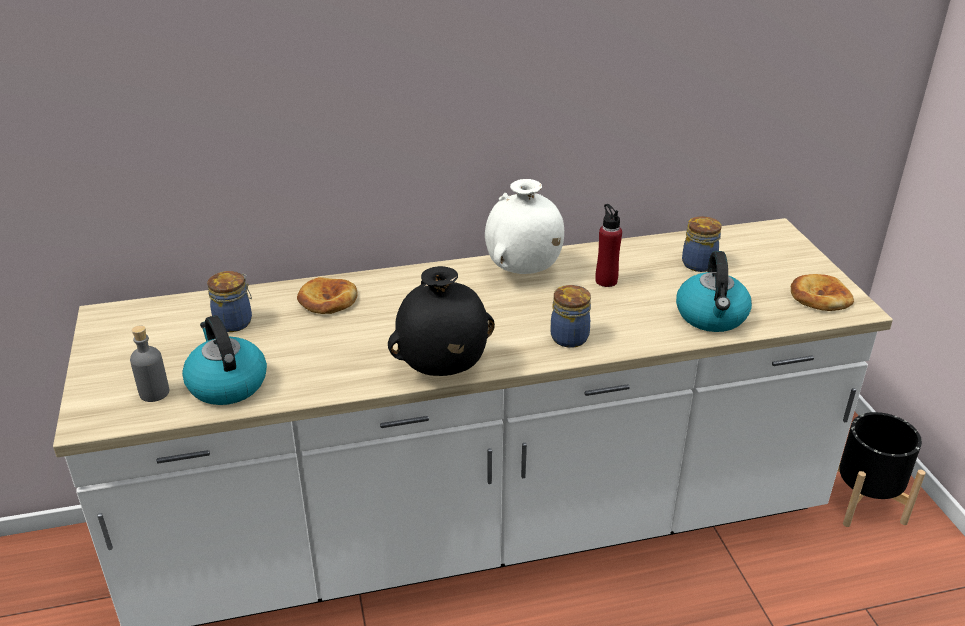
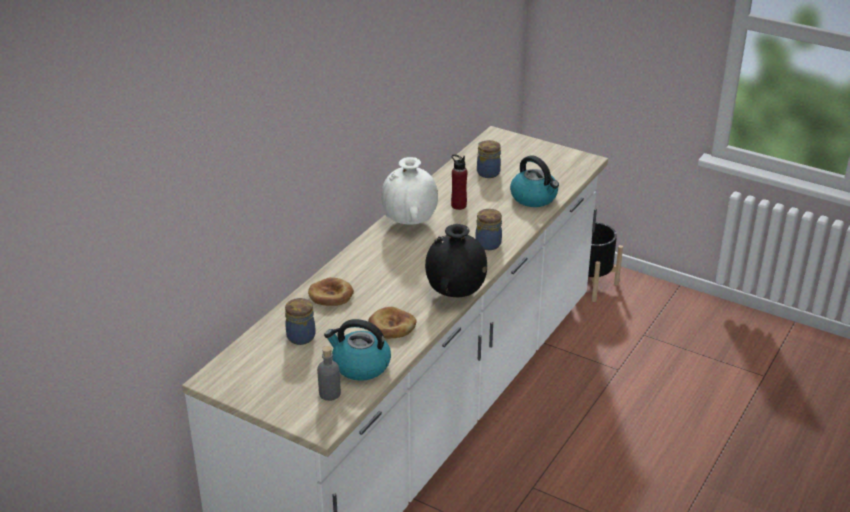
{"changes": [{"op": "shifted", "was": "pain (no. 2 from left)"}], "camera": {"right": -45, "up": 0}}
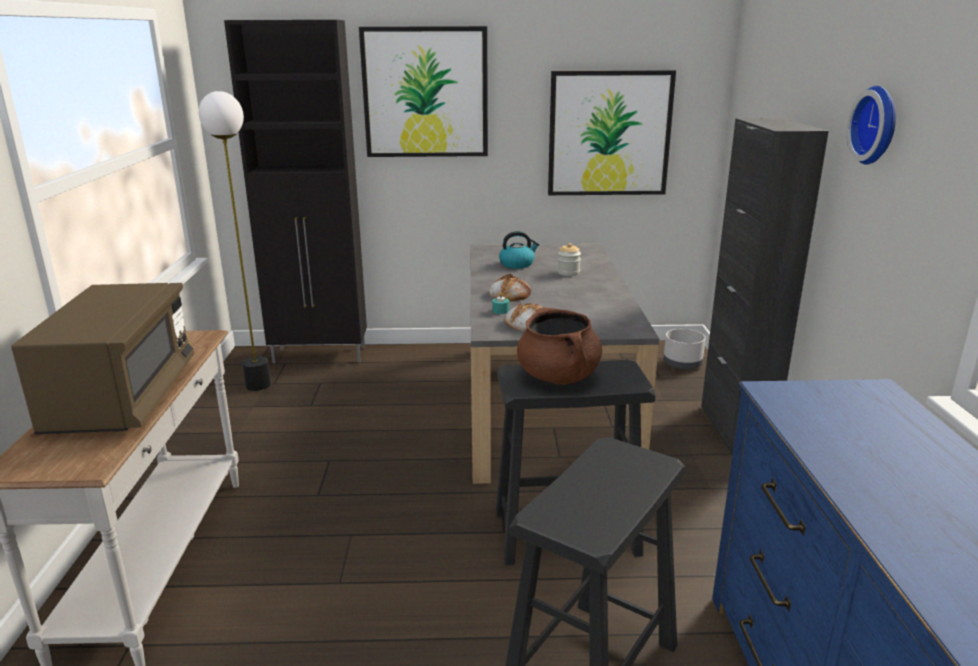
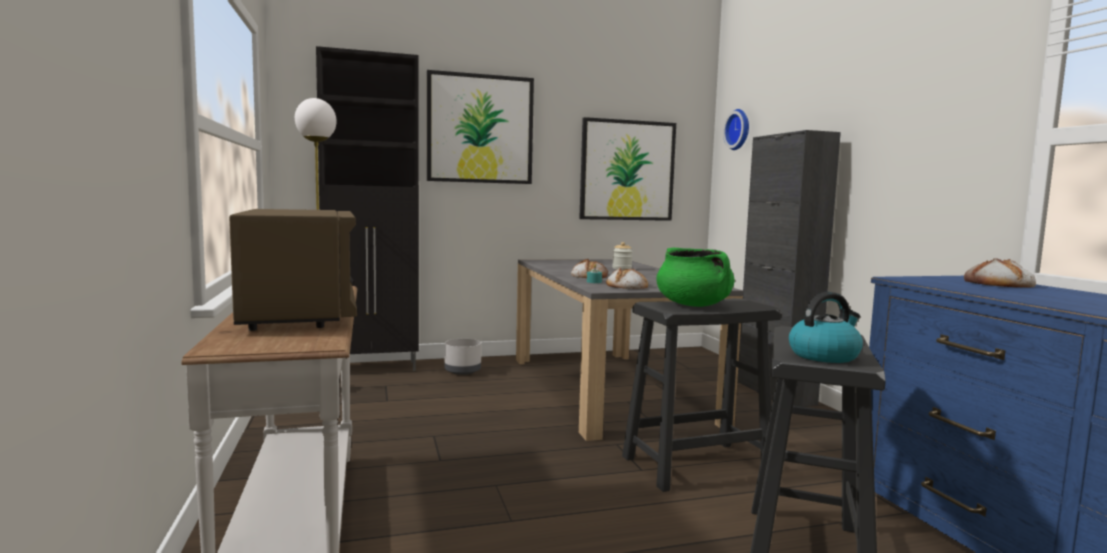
{"changes": [{"op": "shifted", "was": "cache-pot/gris"}, {"op": "repainted", "was": "marmite/marron", "now": "marmite/vert"}, {"op": "shifted", "was": "horloge murale"}, {"op": "shifted", "was": "bouilloire"}, {"op": "new", "now": "pain (no. 3 from left)"}], "camera": {"right": -15, "up": -15}}
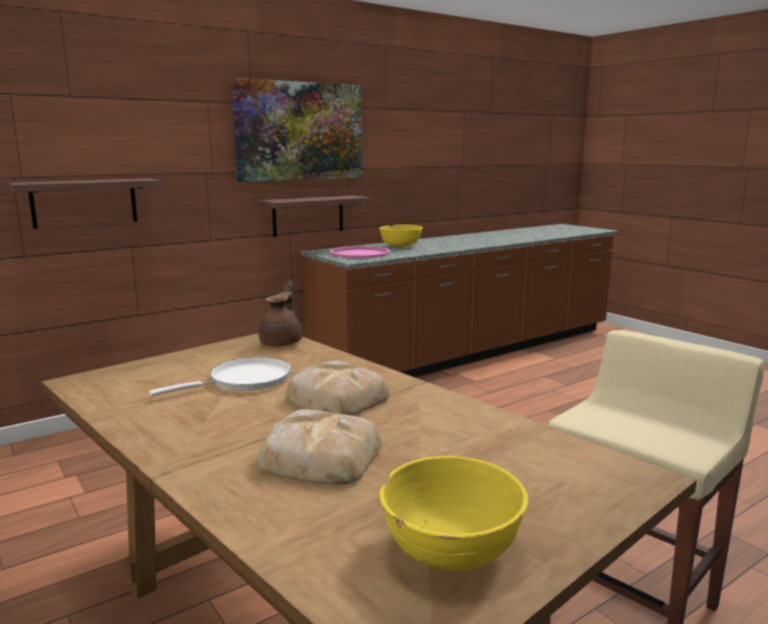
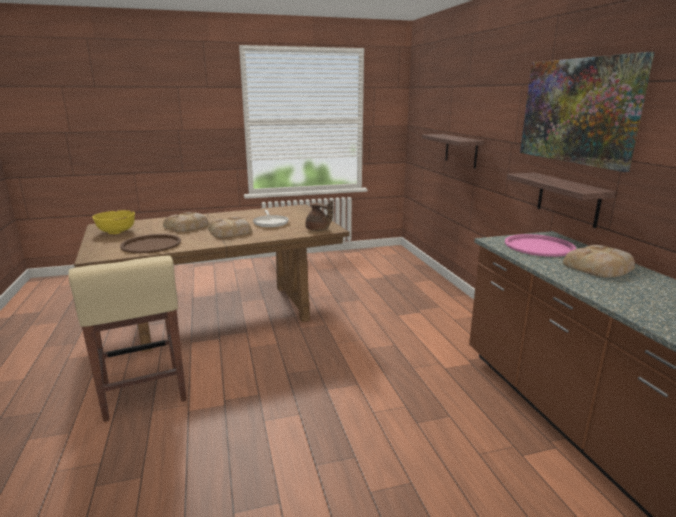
{"changes": [{"op": "new", "now": "plateau/marron"}, {"op": "swapped", "was": "bol/jaune (no. 1 from left)", "now": "pain (no. 3 from left)"}], "camera": {"right": 110, "up": 5}}
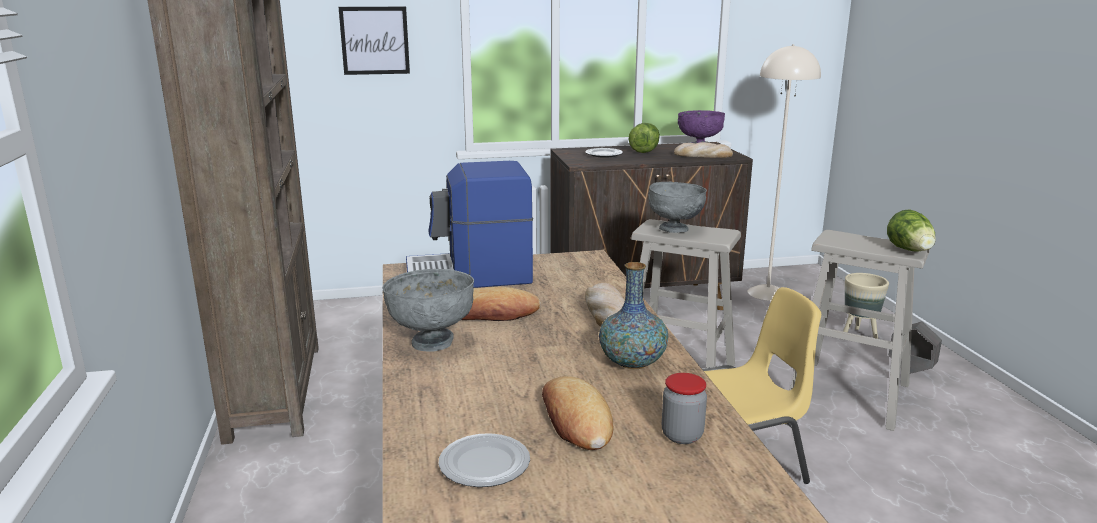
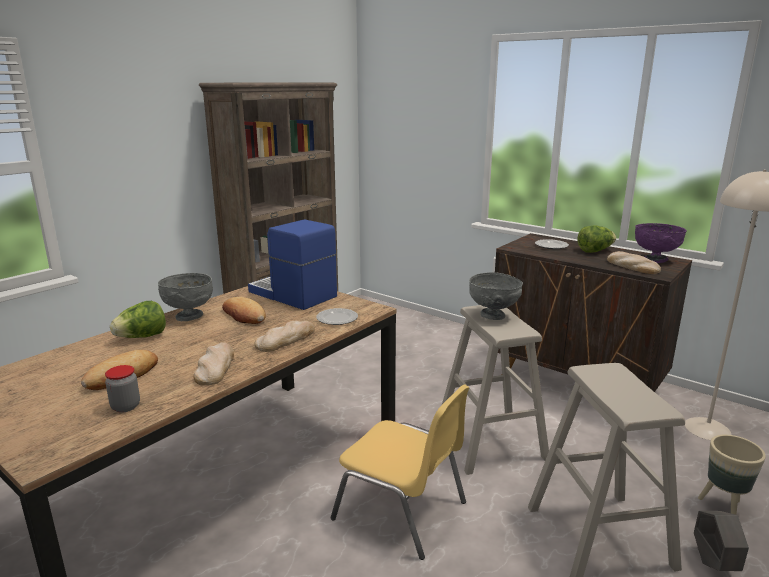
{"changes": [{"op": "shifted", "was": "laitue (no. 2 from left in the first image)", "now": "laitue (no. 1 from left)"}, {"op": "swapped", "was": "vase", "now": "pain (no. 2 from left)"}, {"op": "shifted", "was": "assiette (no. 1 from left)"}, {"op": "gone", "was": "tableau"}], "camera": {"right": 50, "up": 0}}
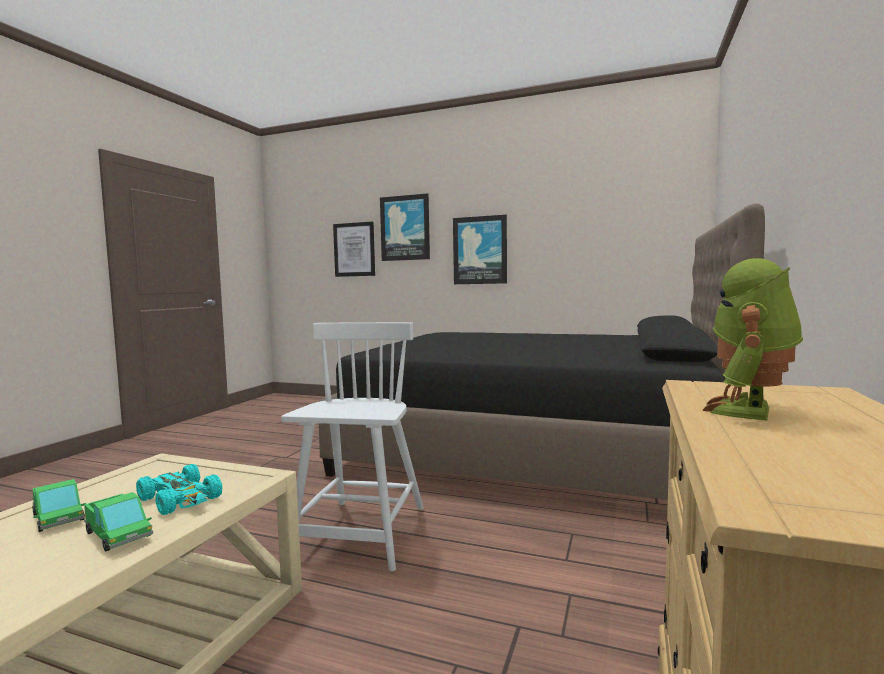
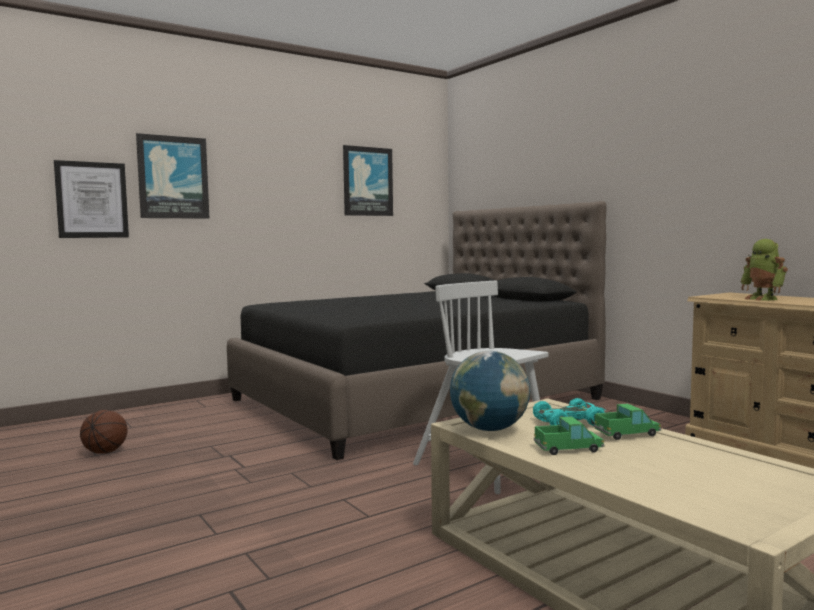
{"changes": [{"op": "new", "now": "ballon de basket"}, {"op": "shifted", "was": "tableau (no. 3 from left)"}, {"op": "new", "now": "globe"}], "camera": {"right": -55, "up": 0}}
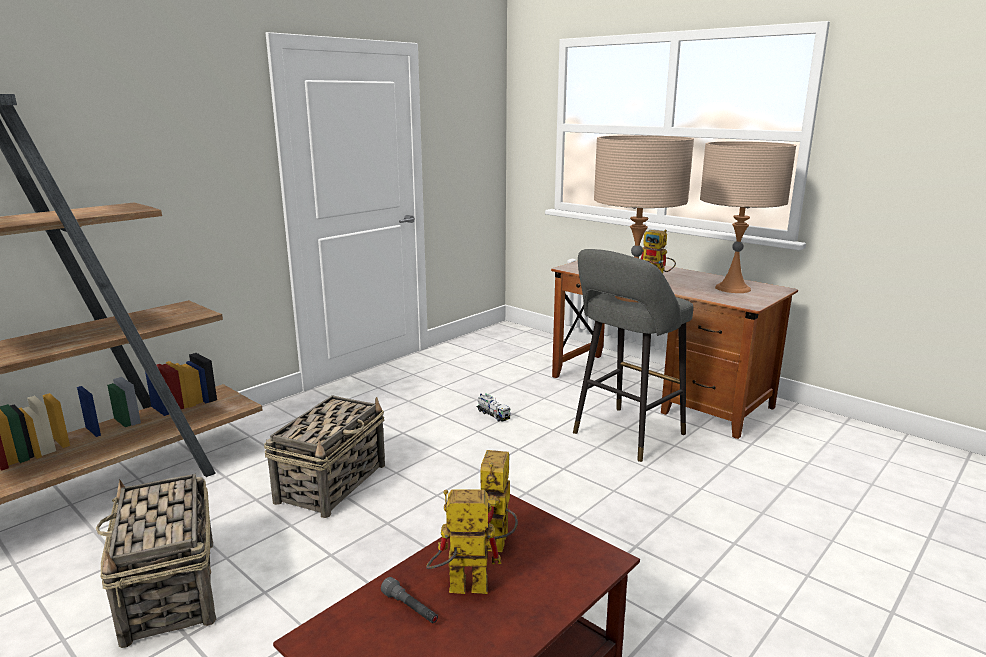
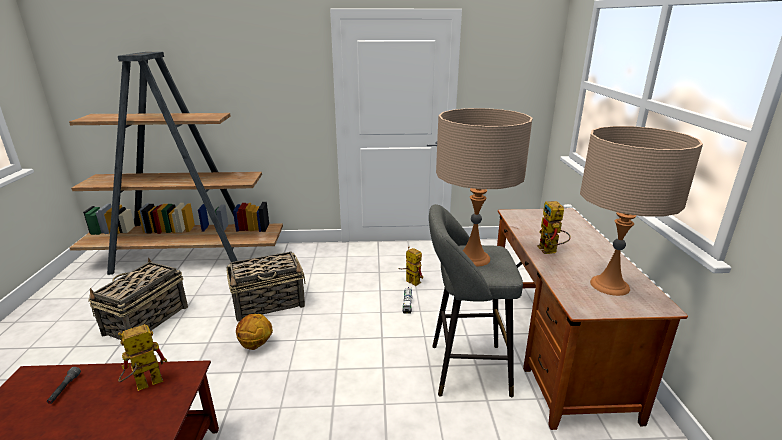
{"changes": [{"op": "new", "now": "ballon de basket"}, {"op": "shifted", "was": "robot jouet (no. 1 from left in the first image)", "now": "robot jouet (no. 2 from left)"}], "camera": {"right": 45, "up": 5}}
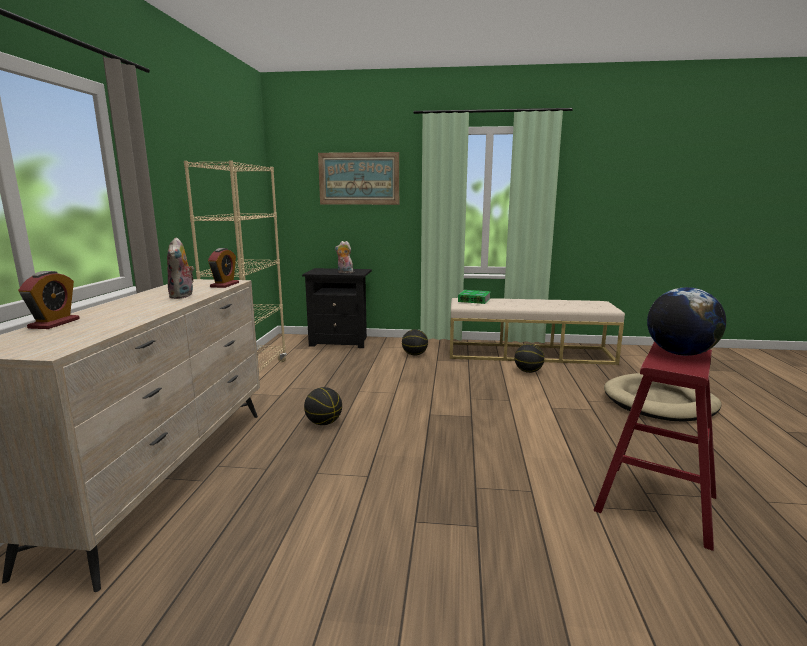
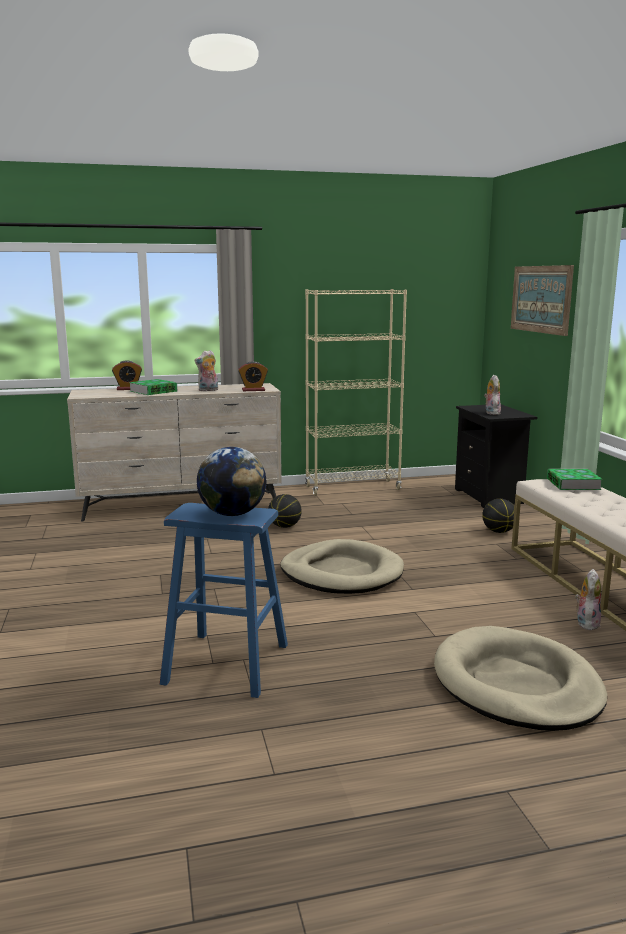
{"changes": [{"op": "new", "now": "livre (no. 1 from left)"}, {"op": "repainted", "was": "tabouret/rouge", "now": "tabouret/bleu"}, {"op": "new", "now": "panier pour chien/beige (no. 1 from left)"}, {"op": "new", "now": "peluche (no. 3 from left)"}, {"op": "gone", "was": "ballon de basket (no. 3 from left)"}], "camera": {"right": 70, "up": 0}}
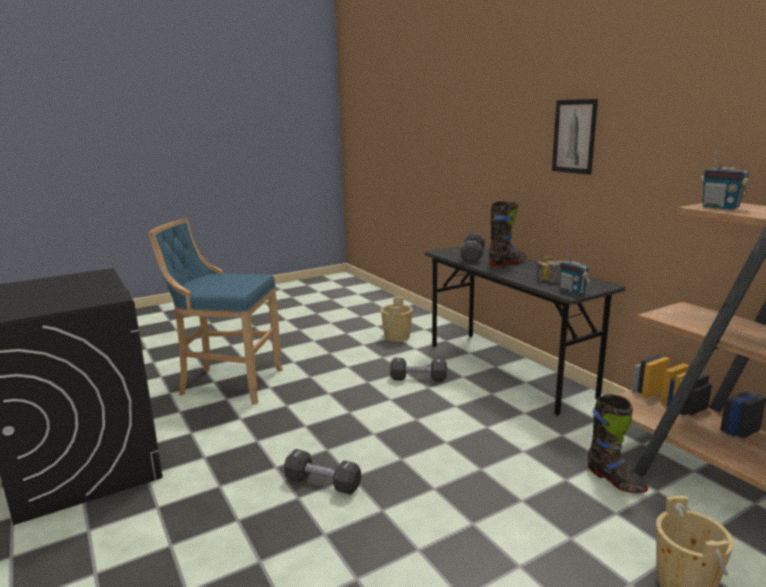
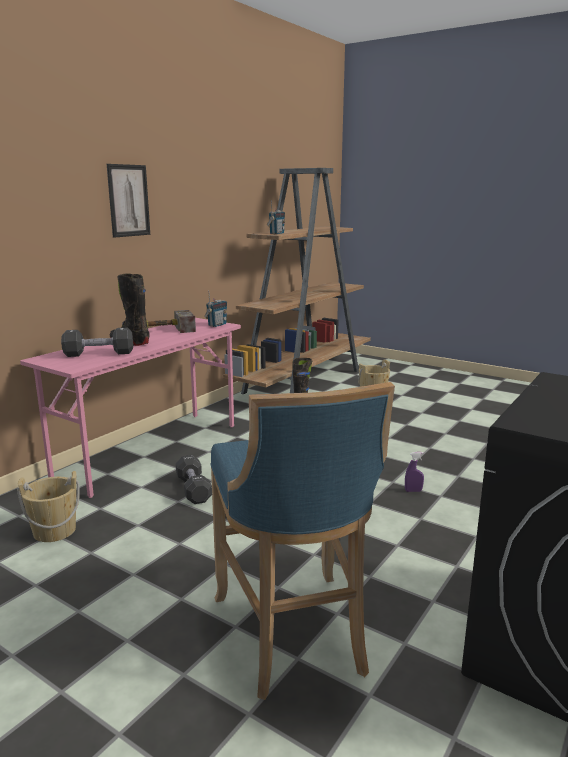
{"changes": [{"op": "repainted", "was": "bureau/gris", "now": "bureau/rose"}, {"op": "swapped", "was": "haltère/noir (no. 1 from left)", "now": "vaporisateur/violet"}], "camera": {"right": -115, "up": 0}}
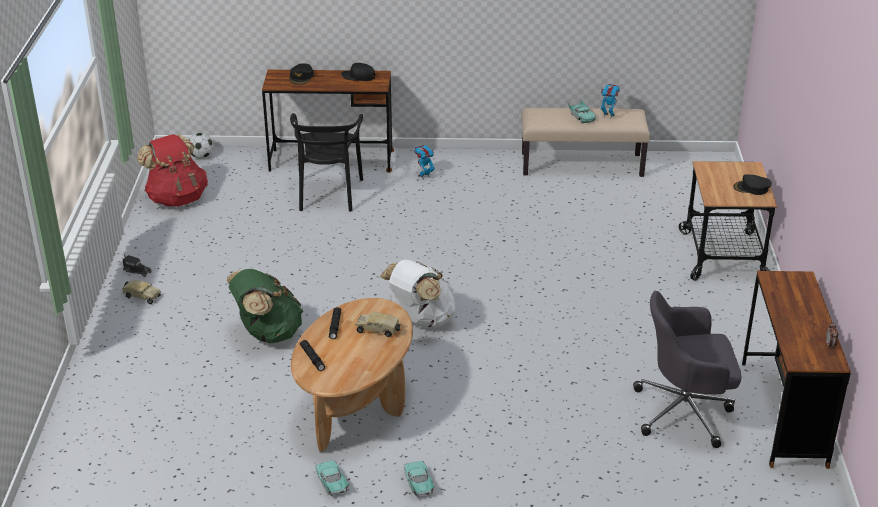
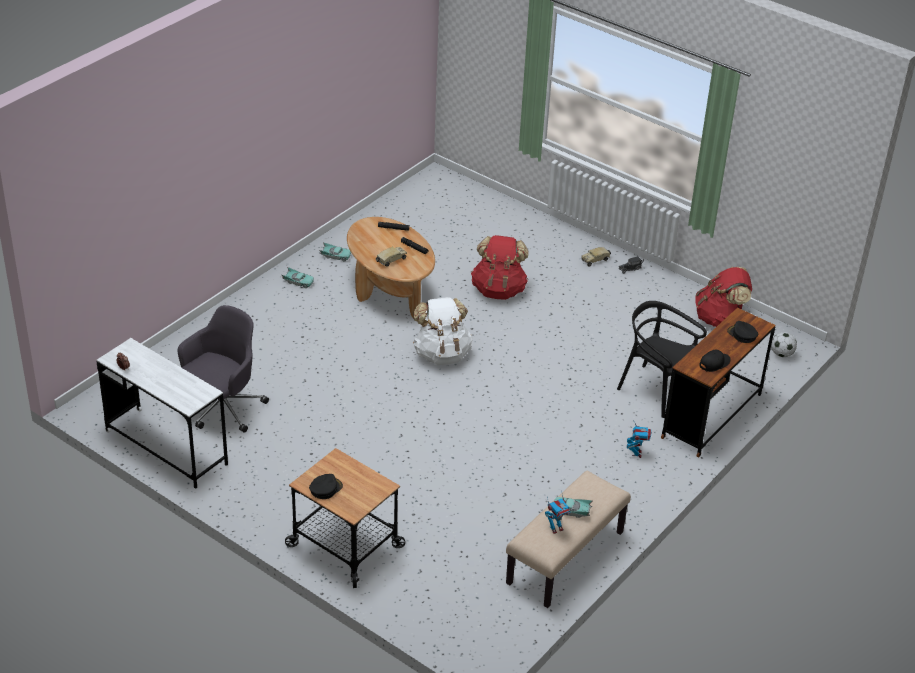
{"changes": [{"op": "repainted", "was": "bureau/marron (no. 2 from left)", "now": "bureau/blanc"}, {"op": "repainted", "was": "sac à dos/vert", "now": "sac à dos/rouge (no. 1 from left)"}], "camera": {"right": 125, "up": 5}}
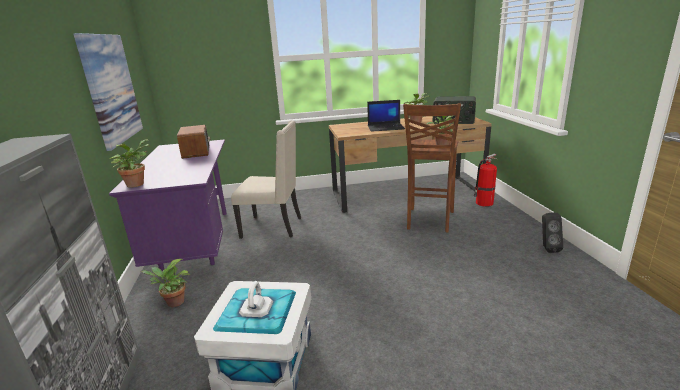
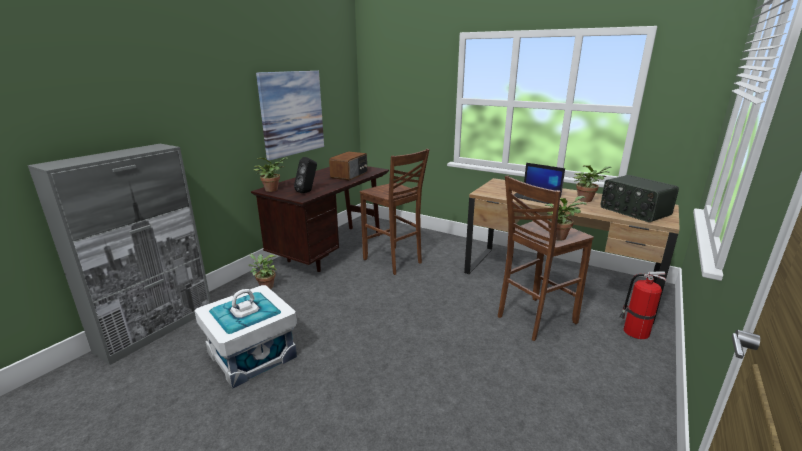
{"changes": [{"op": "repainted", "was": "bureau/violet", "now": "bureau/marron (no. 1 from left)"}, {"op": "shifted", "was": "enceinte/noir"}, {"op": "swapped", "was": "chaise/beige", "now": "tabouret/marron (no. 1 from left)"}], "camera": {"right": 40, "up": 0}}
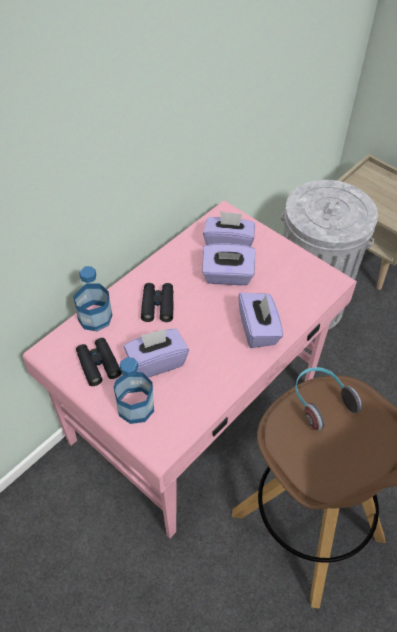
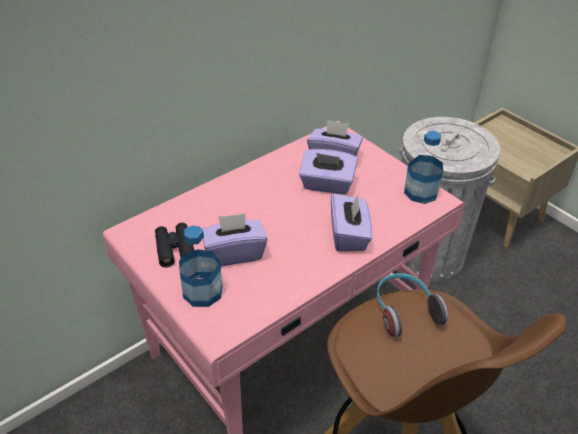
{"changes": [{"op": "shifted", "was": "bouteille (no. 1 from left in the first image)", "now": "bouteille (no. 2 from left)"}, {"op": "gone", "was": "jumelles/noir (no. 2 from left)"}], "camera": {"right": 10, "up": -10}}
